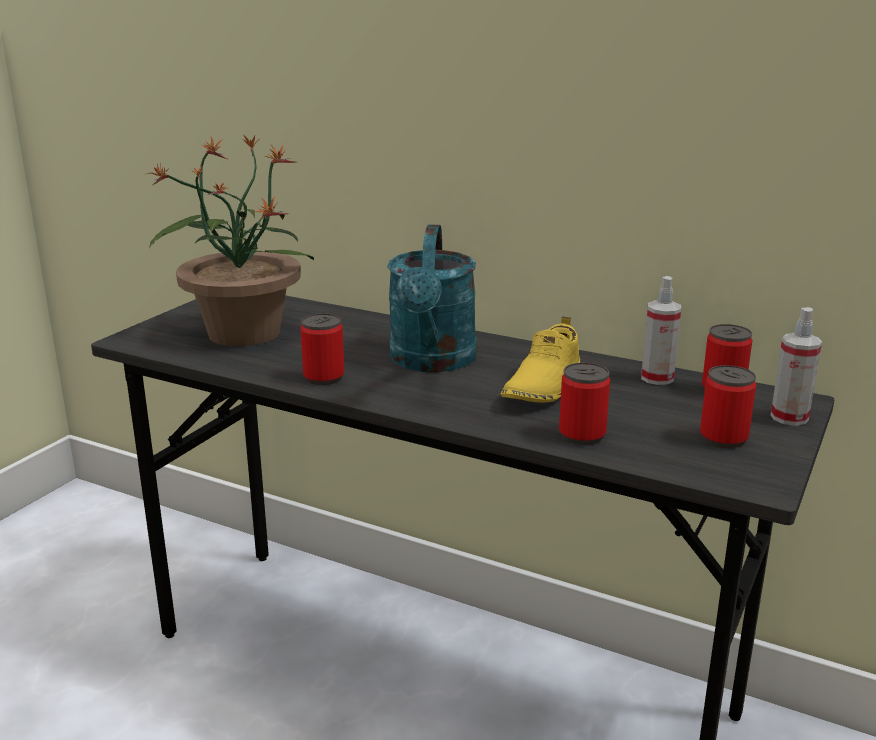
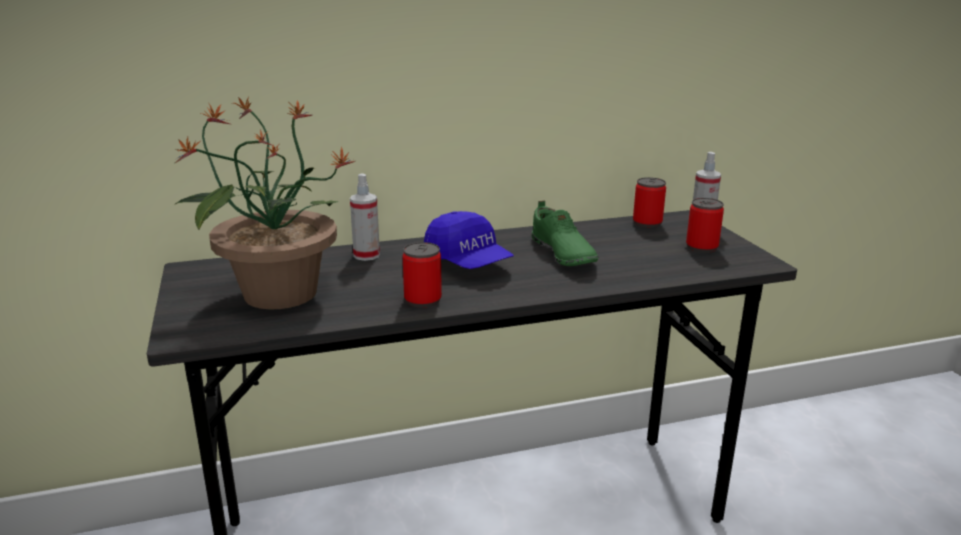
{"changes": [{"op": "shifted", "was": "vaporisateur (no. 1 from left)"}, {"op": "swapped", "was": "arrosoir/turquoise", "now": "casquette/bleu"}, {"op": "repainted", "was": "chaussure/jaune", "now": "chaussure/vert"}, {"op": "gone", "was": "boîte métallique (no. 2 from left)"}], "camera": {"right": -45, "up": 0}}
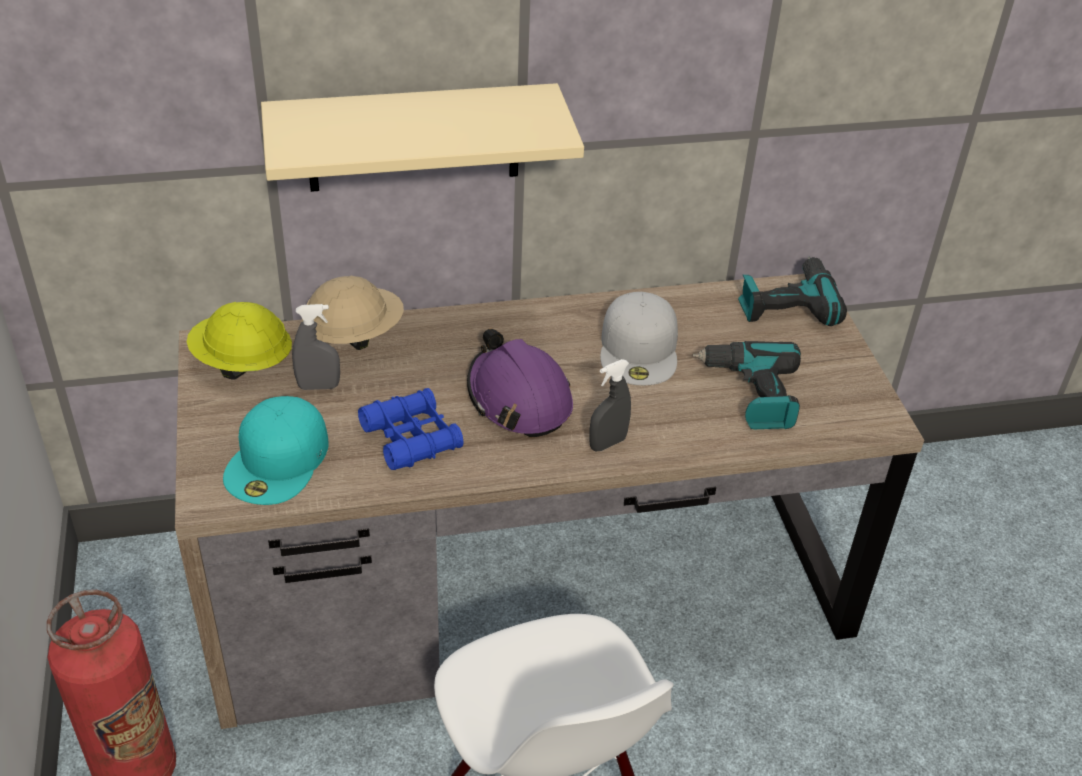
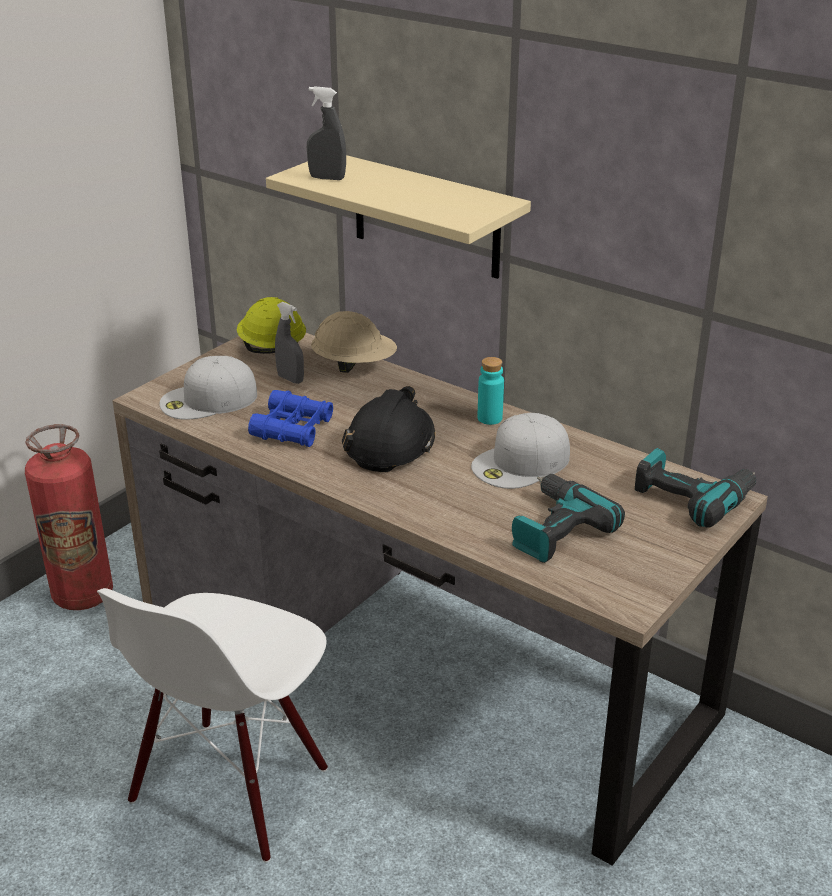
{"changes": [{"op": "repainted", "was": "casquette/turquoise", "now": "casquette/blanc (no. 1 from left)"}, {"op": "shifted", "was": "vaporisateur/gris (no. 2 from left)"}, {"op": "repainted", "was": "casque de chantier/violet", "now": "casque de chantier/noir"}, {"op": "new", "now": "bouteille/turquoise"}], "camera": {"right": 50, "up": -10}}
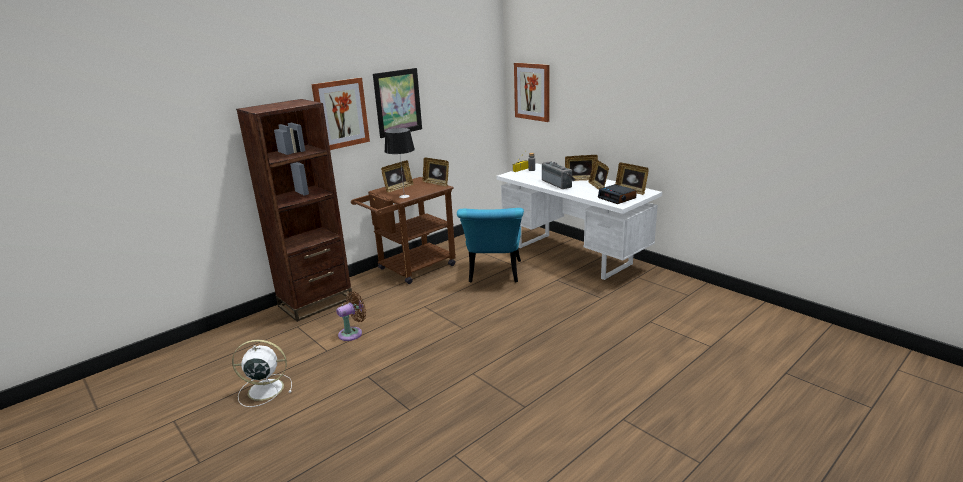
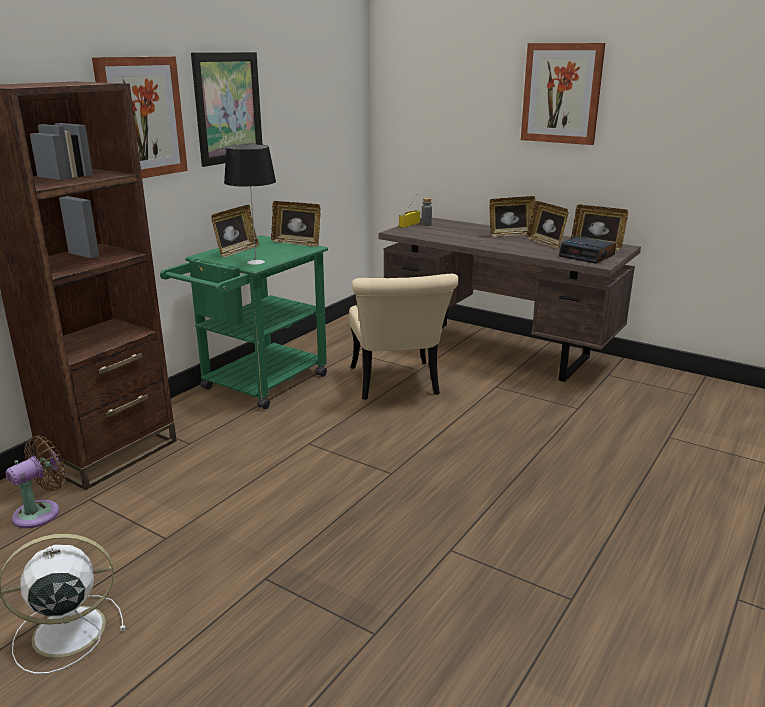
{"changes": [{"op": "shifted", "was": "ventilateur/marron"}, {"op": "repainted", "was": "chariot/marron", "now": "chariot/vert"}, {"op": "repainted", "was": "chaise/turquoise", "now": "chaise/beige"}, {"op": "repainted", "was": "bureau/blanc", "now": "bureau/marron"}, {"op": "shifted", "was": "tableau (no. 3 from left)"}, {"op": "gone", "was": "radio (no. 2 from left)"}], "camera": {"right": -15, "up": 0}}
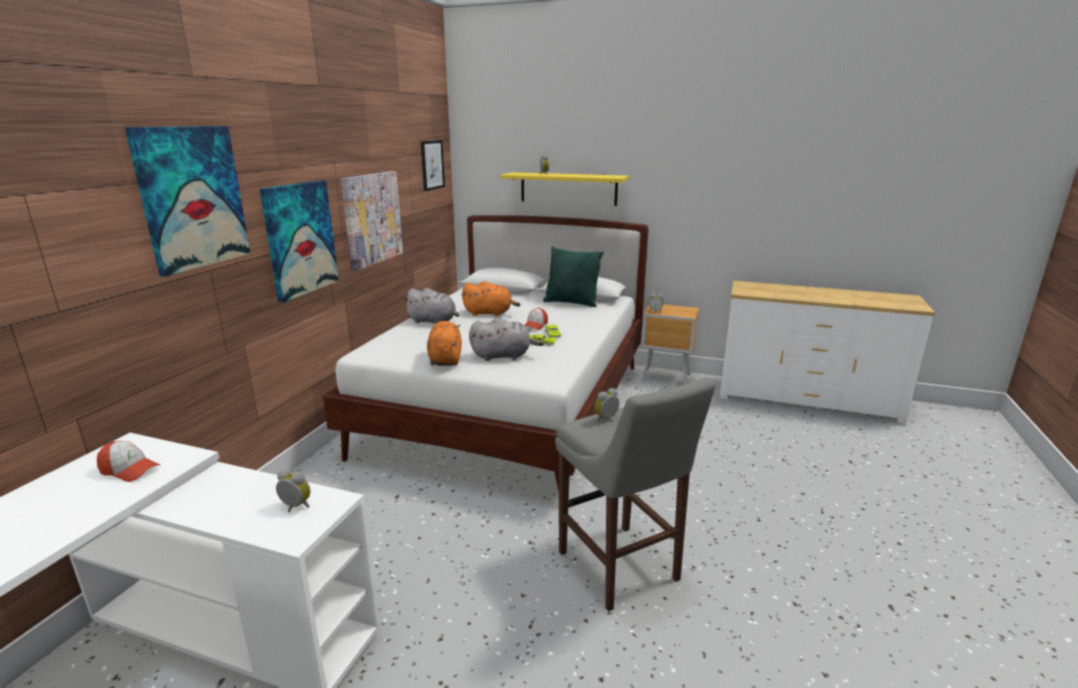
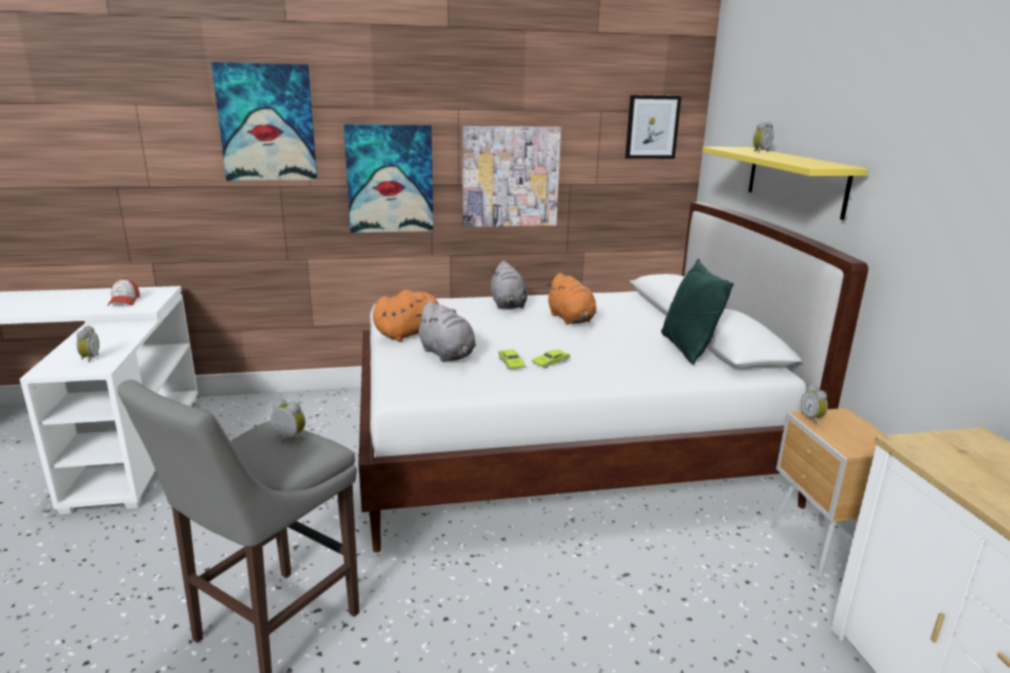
{"changes": [{"op": "gone", "was": "casquette (no. 2 from left)"}], "camera": {"right": 60, "up": 0}}
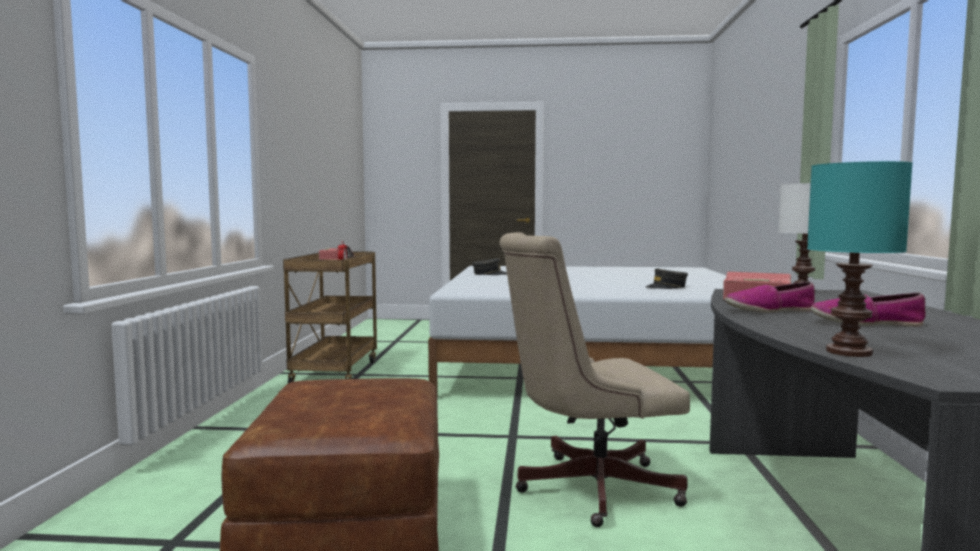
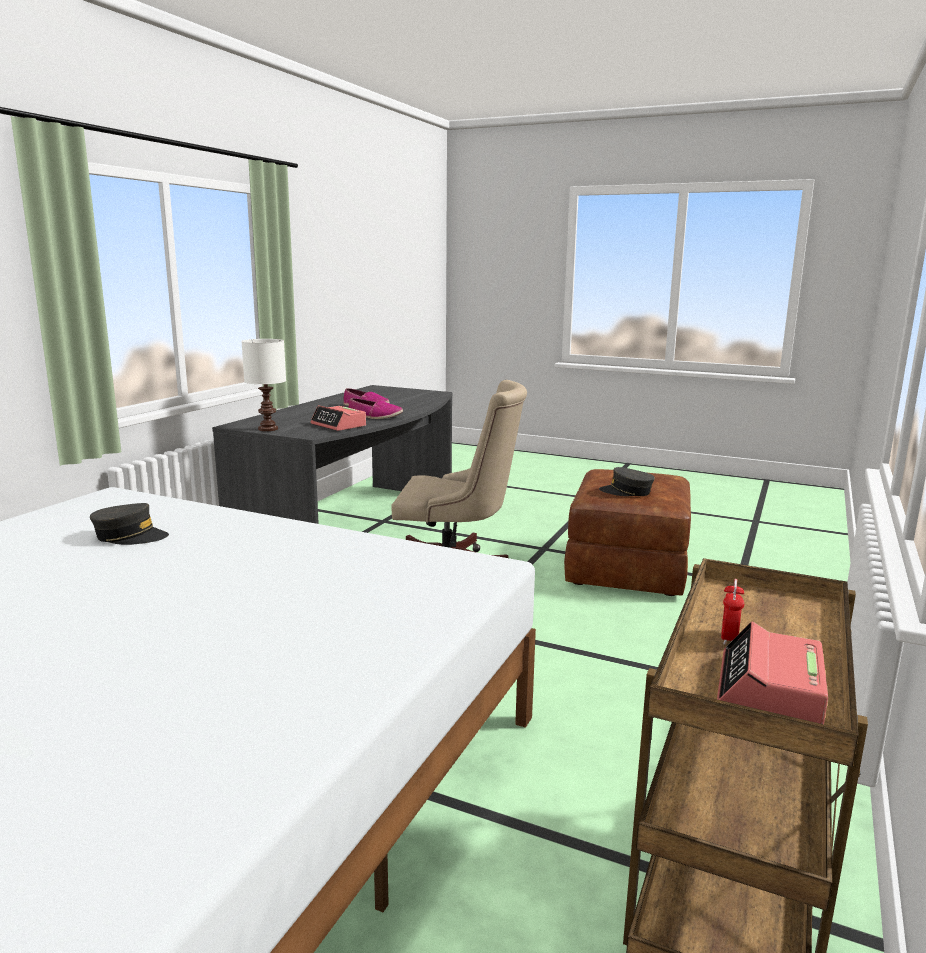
{"changes": [{"op": "shifted", "was": "casquette/gris (no. 1 from left in the first image)", "now": "casquette/gris (no. 2 from left)"}, {"op": "gone", "was": "lampe de table/turquoise"}], "camera": {"right": -160, "up": 10}}
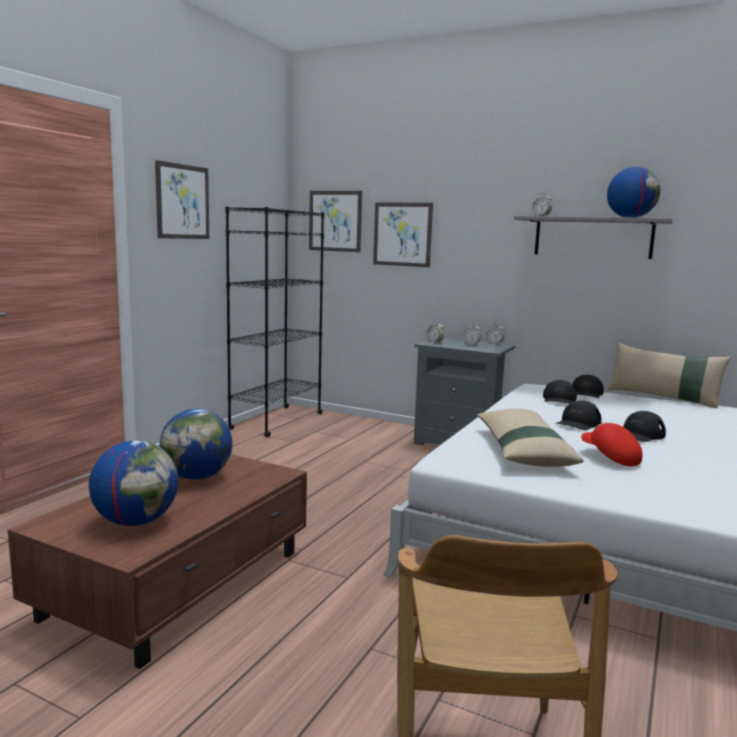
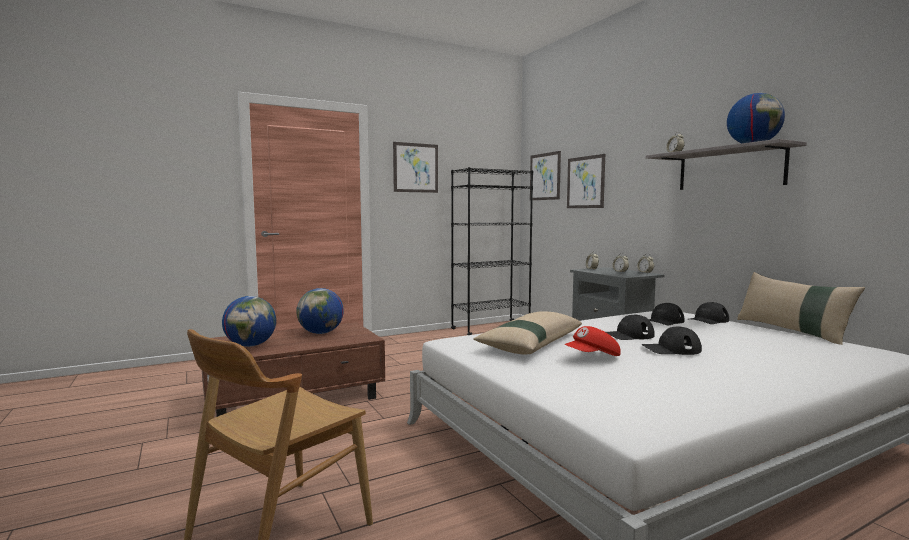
{"changes": [{"op": "rotated", "was": "casquette/rouge", "clockwise": -120}], "camera": {"right": 35, "up": -5}}
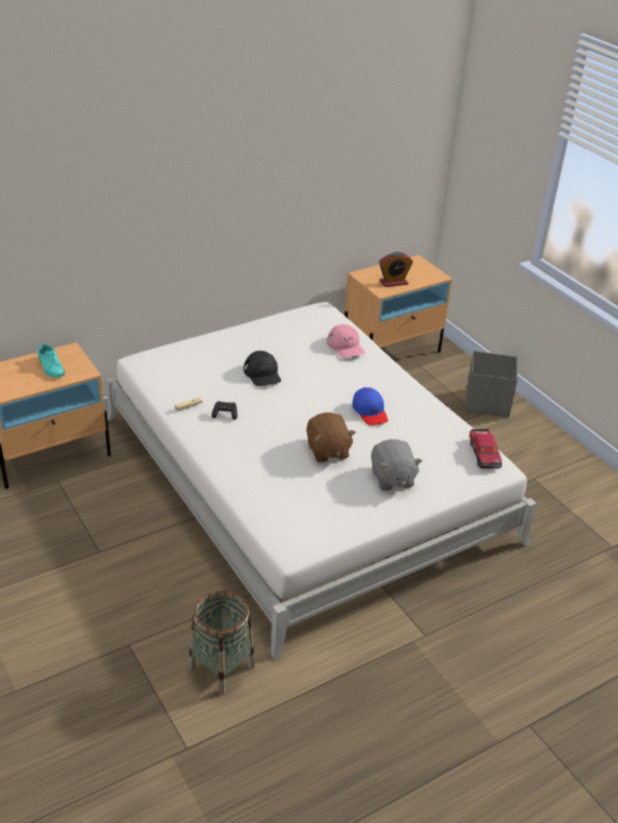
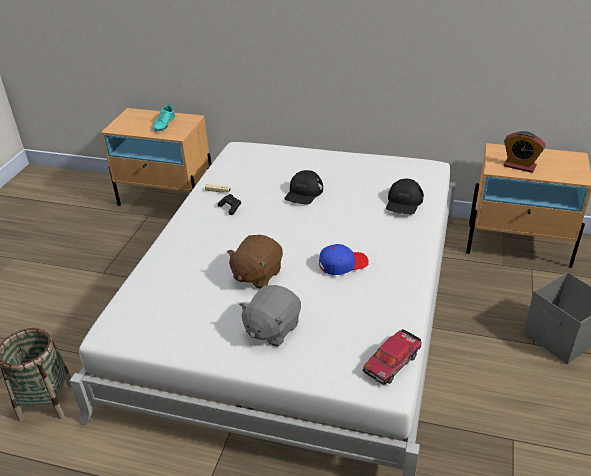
{"changes": [{"op": "rotated", "was": "casquette/bleu", "clockwise": -135}, {"op": "repainted", "was": "casquette/rose", "now": "casquette/noir (no. 2 from left)"}], "camera": {"right": 50, "up": 0}}
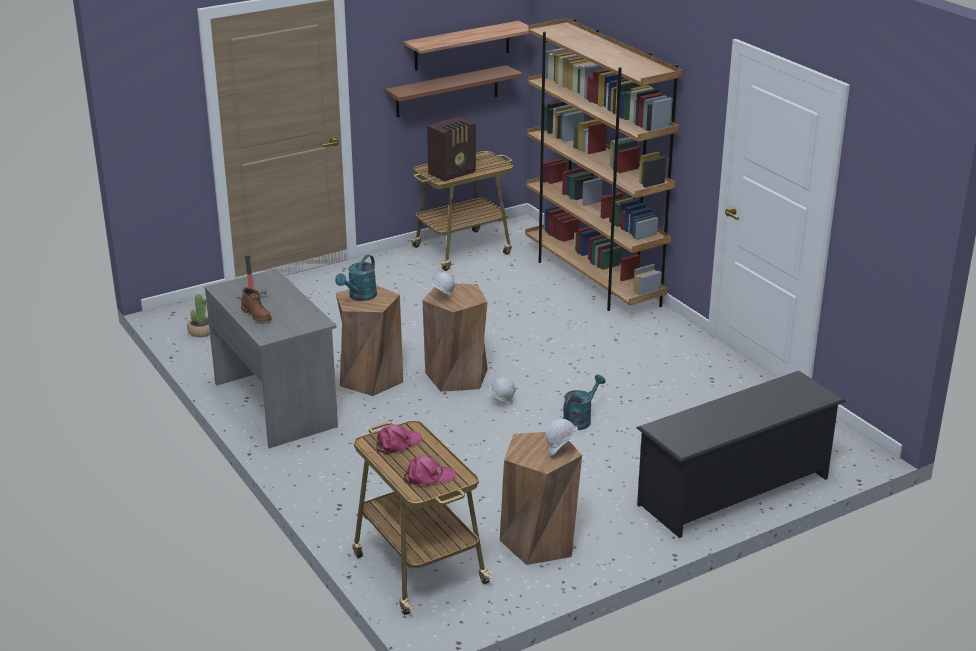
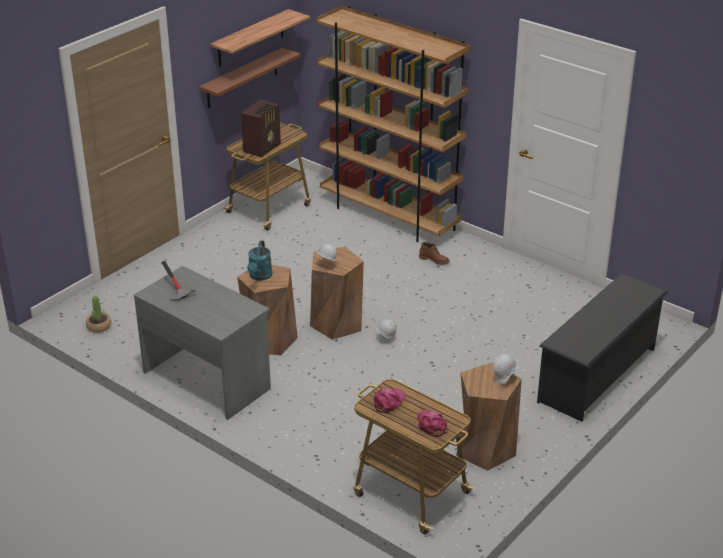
{"changes": [{"op": "rotated", "was": "casquette/rose (no. 2 from left)", "clockwise": -75}, {"op": "shifted", "was": "botte/marron"}, {"op": "gone", "was": "arrosoir/turquoise (no. 2 from left)"}], "camera": {"right": -20, "up": 5}}
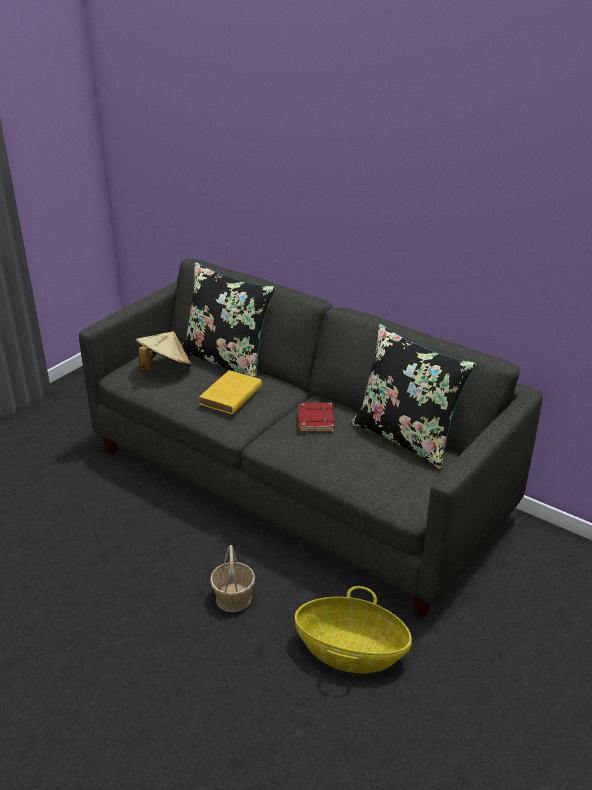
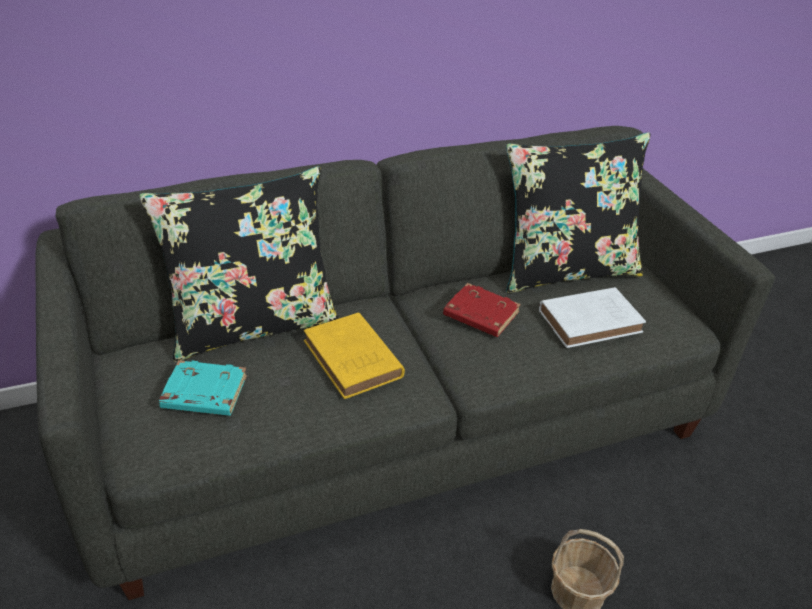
{"changes": [{"op": "swapped", "was": "chapeau/beige", "now": "livre/turquoise"}, {"op": "new", "now": "livre/blanc"}, {"op": "gone", "was": "panier (no. 2 from left)"}], "camera": {"right": -60, "up": 5}}
